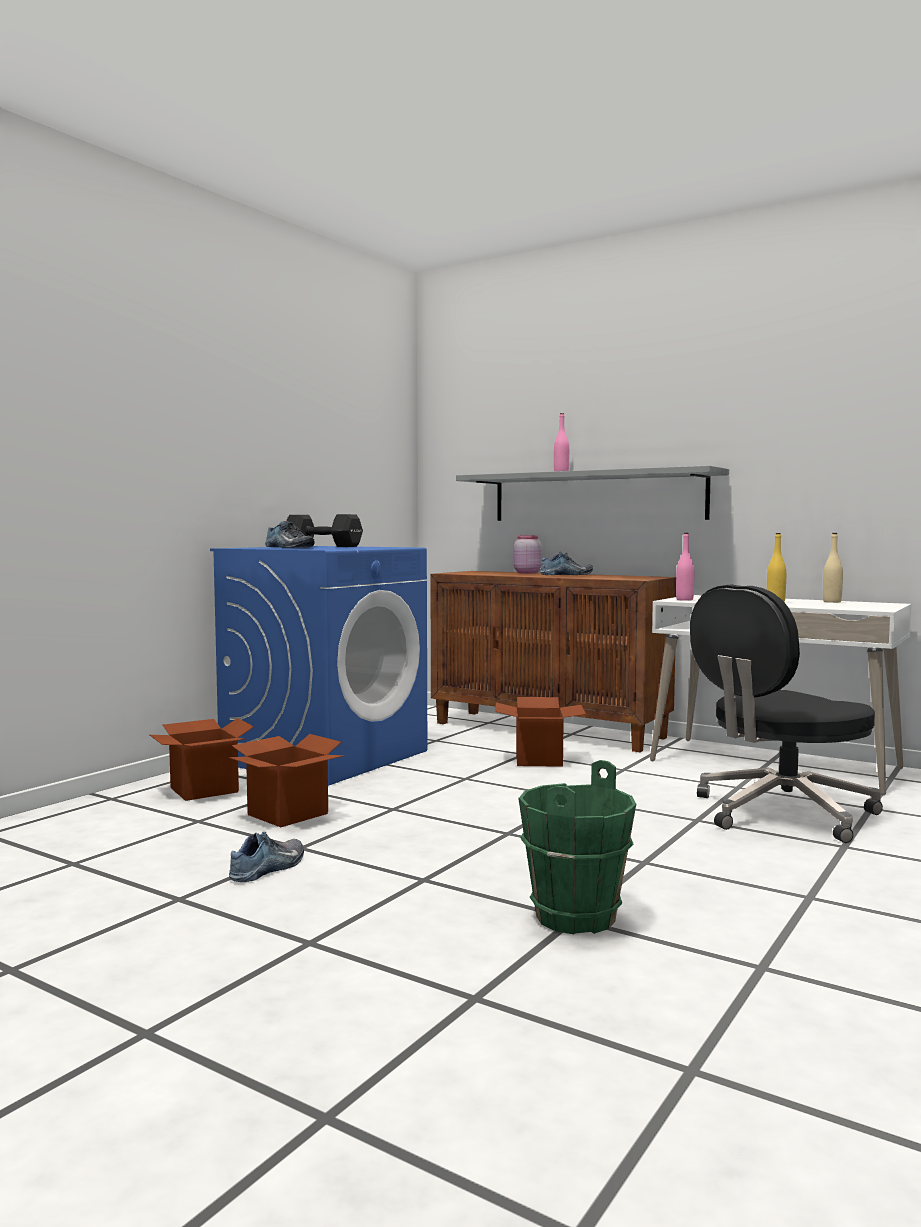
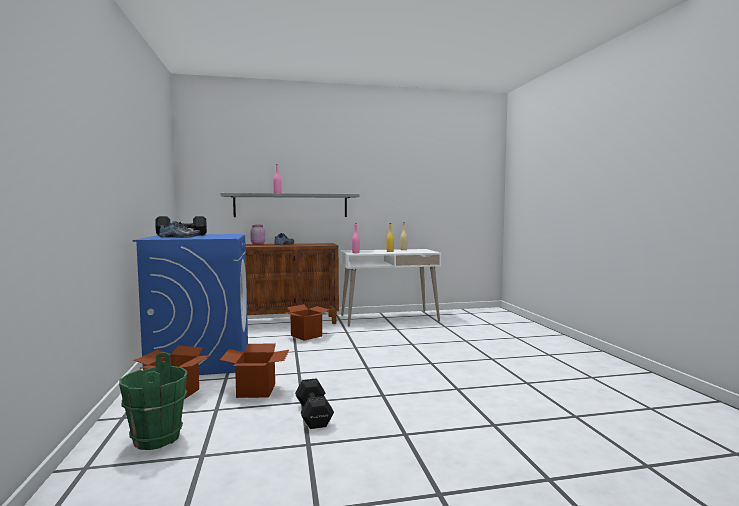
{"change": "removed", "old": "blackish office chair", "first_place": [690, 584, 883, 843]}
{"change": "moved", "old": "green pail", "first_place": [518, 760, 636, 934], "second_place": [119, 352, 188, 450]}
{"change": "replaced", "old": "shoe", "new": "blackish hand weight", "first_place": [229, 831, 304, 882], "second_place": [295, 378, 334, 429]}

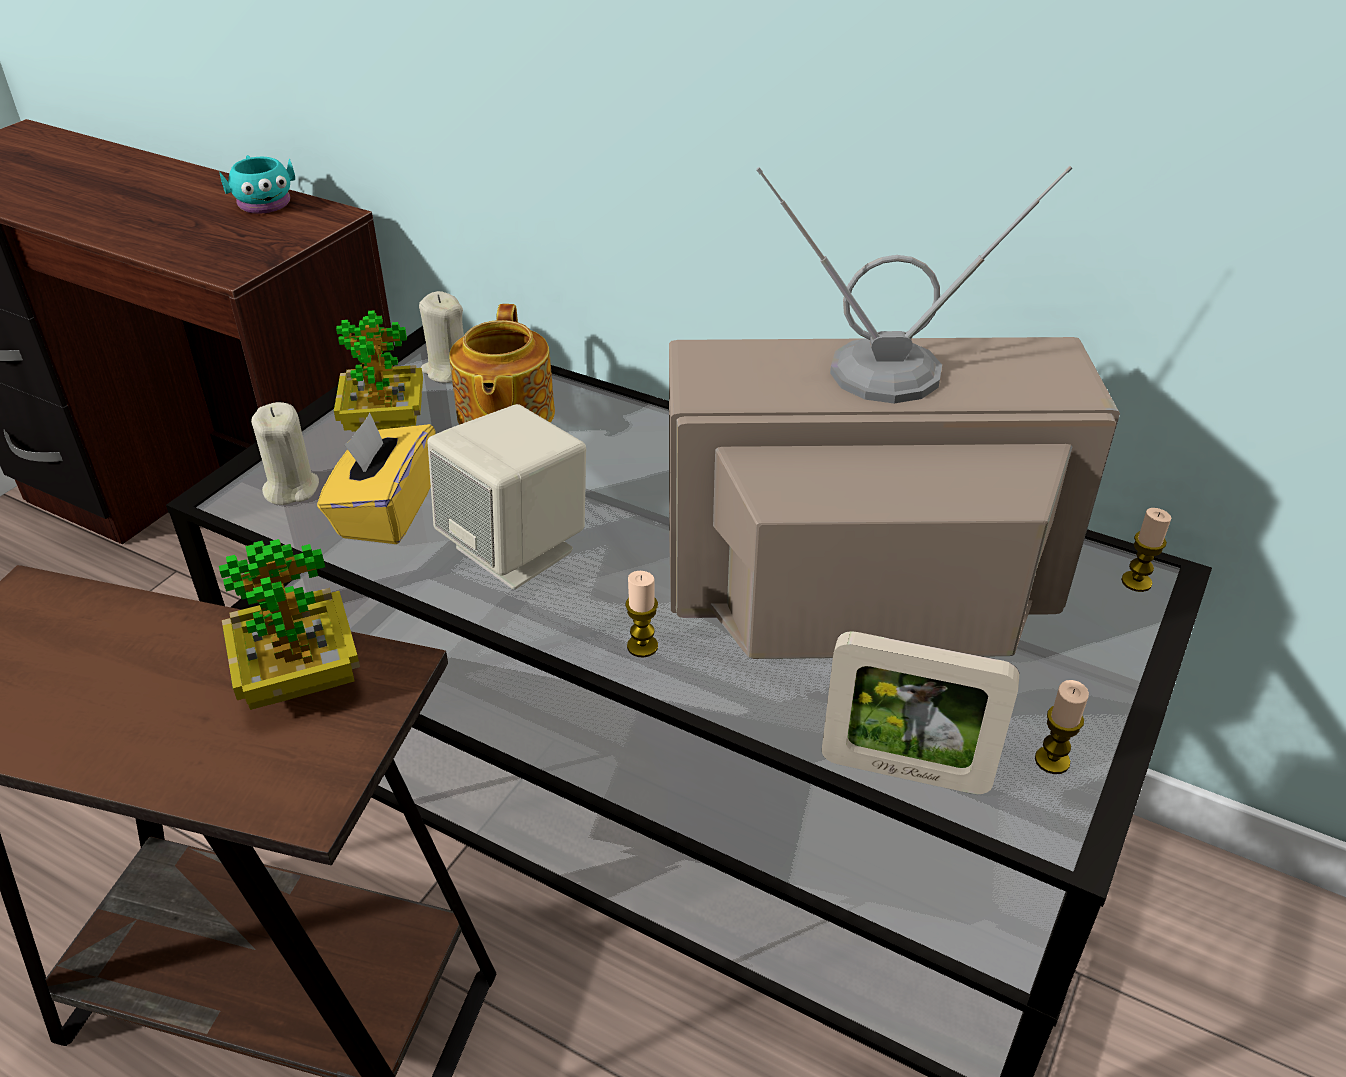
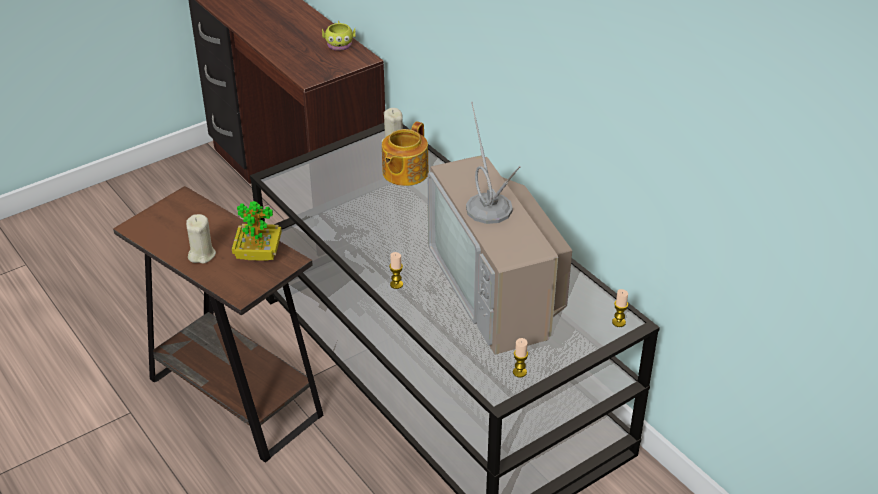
{"change": "removed", "old": "yellow-coloured tissue box", "first_place": [317, 413, 435, 544]}
{"change": "removed", "old": "houseplant", "first_place": [334, 310, 423, 432]}
{"change": "removed", "old": "sand-coloured audio speaker", "first_place": [427, 404, 586, 589]}
{"change": "removed", "old": "photo frame", "first_place": [822, 631, 1019, 794]}
{"change": "moved", "old": "sand-coloured candle", "first_place": [251, 402, 319, 505], "second_place": [186, 214, 216, 264]}
{"change": "recoloured", "old": "blue-green coffee mug", "new": "yellow-coloured coffee mug", "first_place": [220, 155, 295, 214], "second_place": [322, 21, 356, 51]}
{"change": "turned", "old": "TV", "first_place": [669, 165, 1120, 659], "second_place": [428, 102, 572, 355], "degrees": -135}

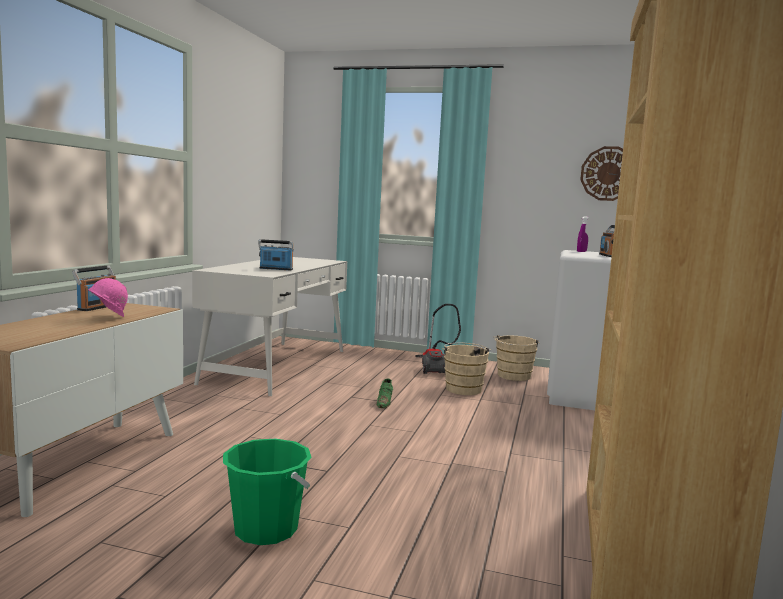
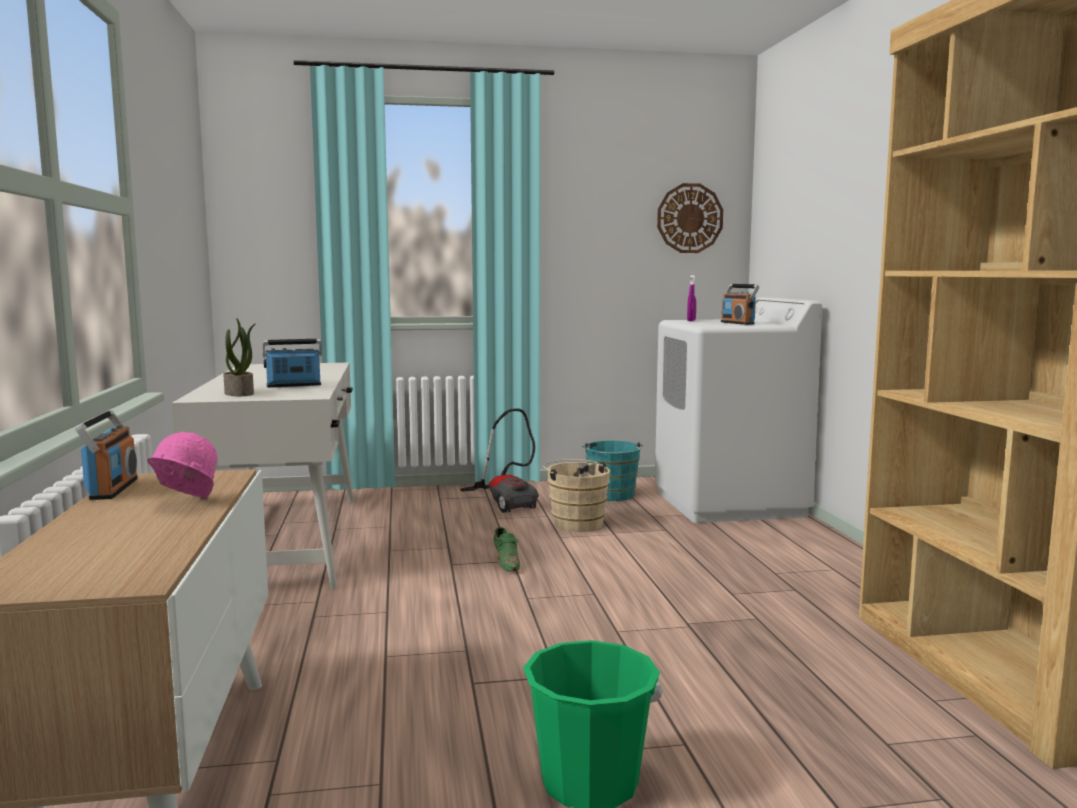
{"change": "added", "new": "houseplant", "second_place": [223, 318, 255, 396]}
{"change": "recoloured", "old": "sand-coloured pail", "new": "blue-green pail", "first_place": [494, 335, 540, 381], "second_place": [582, 441, 643, 501]}

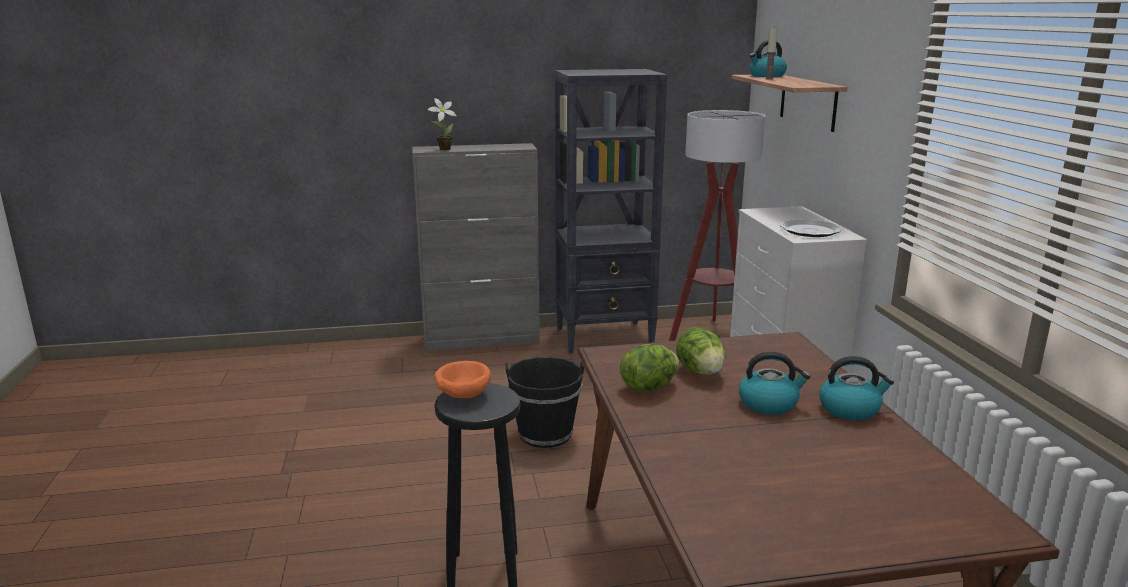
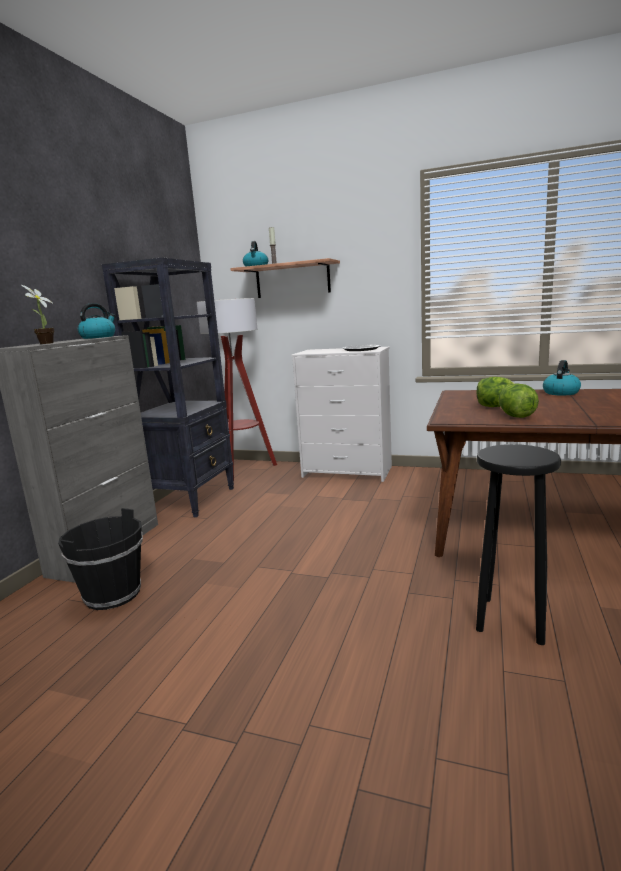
{"change": "removed", "old": "orange-coloured bowl", "first_place": [435, 361, 491, 398]}
{"change": "moved", "old": "blackish pail", "first_place": [505, 357, 584, 448], "second_place": [58, 508, 143, 610]}
{"change": "moved", "old": "kettle", "first_place": [739, 352, 810, 415], "second_place": [78, 303, 116, 339]}

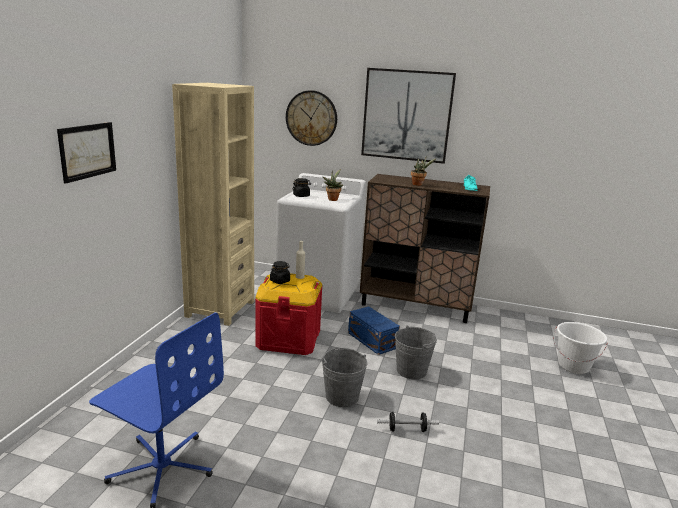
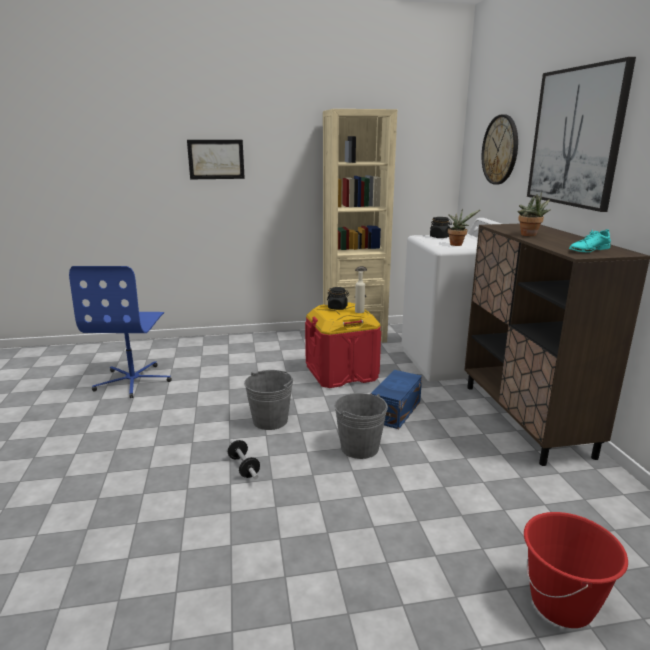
{"change": "recoloured", "old": "white pail", "new": "red-coloured pail", "first_place": [554, 322, 607, 374], "second_place": [524, 512, 628, 628]}

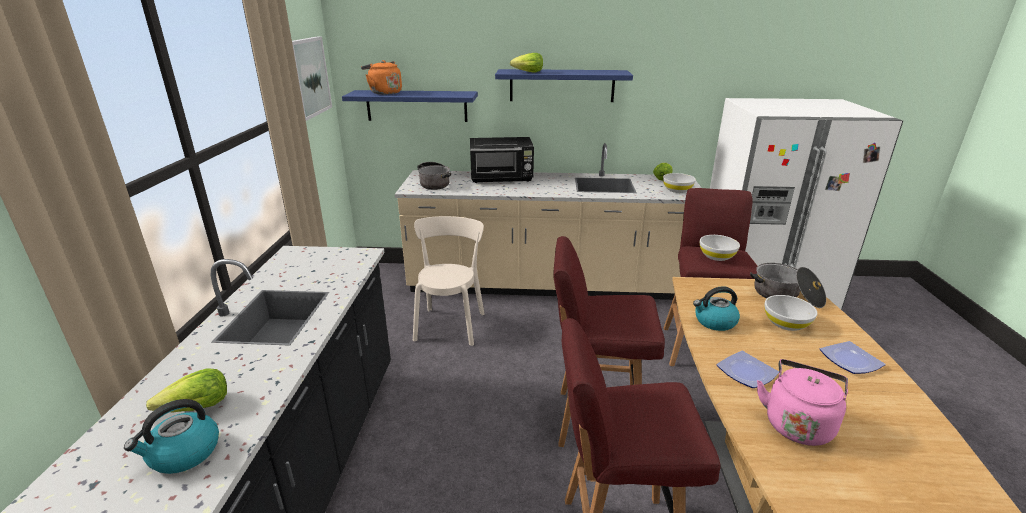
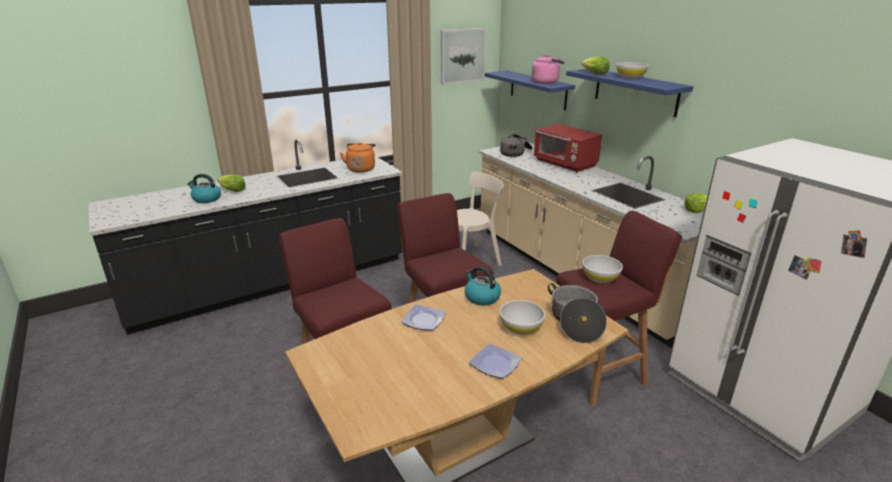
{"change": "moved", "old": "orange-coloured kettle", "first_place": [361, 60, 402, 95], "second_place": [339, 143, 376, 173]}
{"change": "moved", "old": "white bowl", "first_place": [663, 173, 696, 193], "second_place": [616, 62, 649, 79]}
{"change": "moved", "old": "pink-coloured kettle", "first_place": [757, 359, 848, 446], "second_place": [532, 55, 564, 84]}
{"change": "recoloured", "old": "blackish kitchen microwave", "new": "red-coloured kitchen microwave", "first_place": [470, 137, 534, 183], "second_place": [534, 124, 602, 172]}

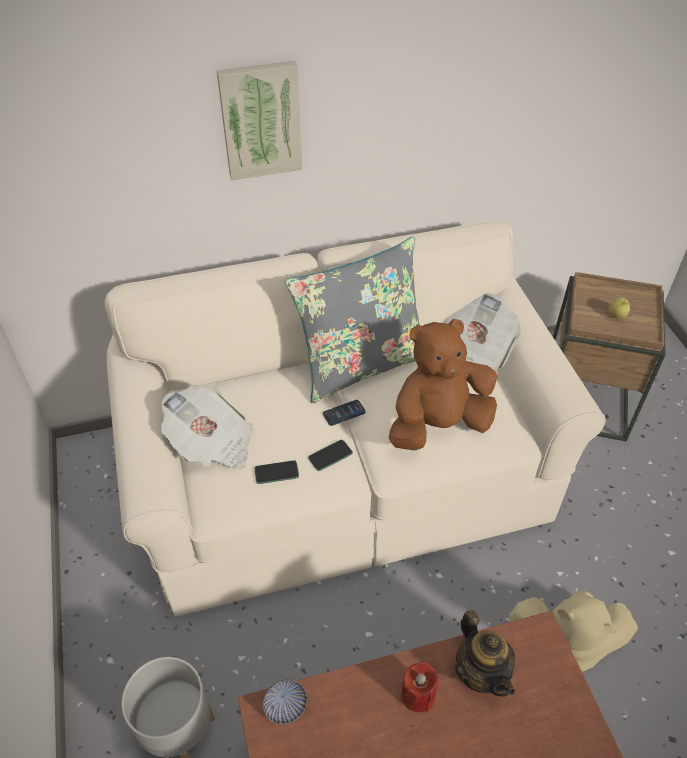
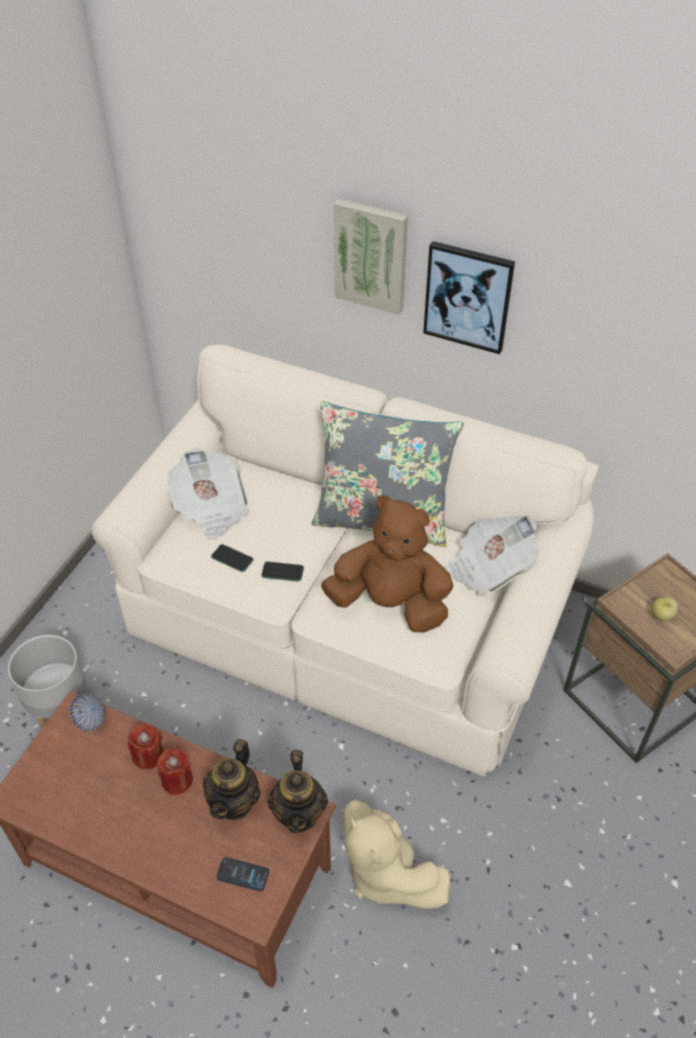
{"change": "added", "new": "red-coloured candle", "second_place": [128, 723, 163, 769]}
{"change": "added", "new": "tea pot", "second_place": [267, 750, 328, 833]}
{"change": "added", "new": "wall art", "second_place": [423, 241, 515, 354]}
{"change": "moved", "old": "phone", "first_place": [323, 400, 366, 426], "second_place": [217, 857, 269, 891]}

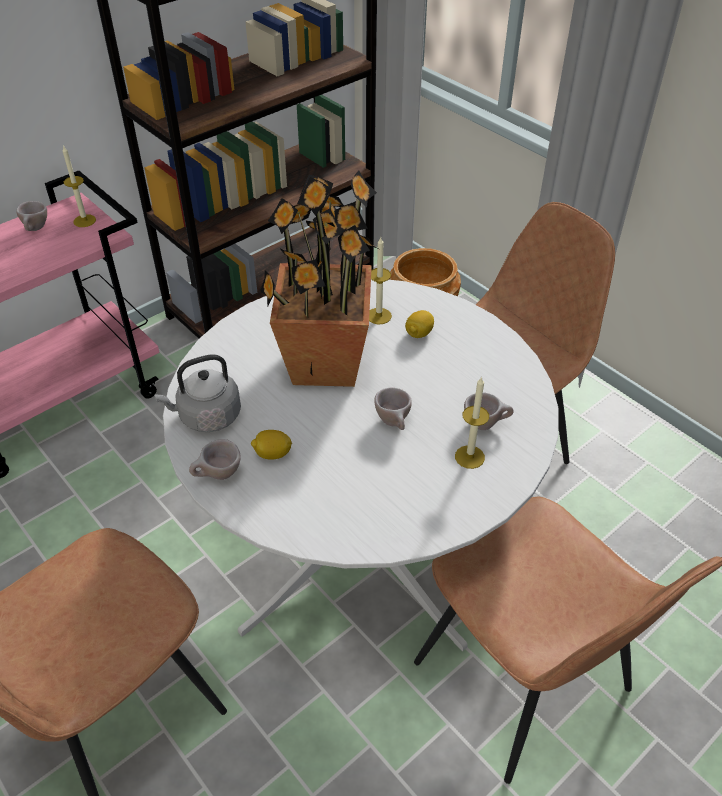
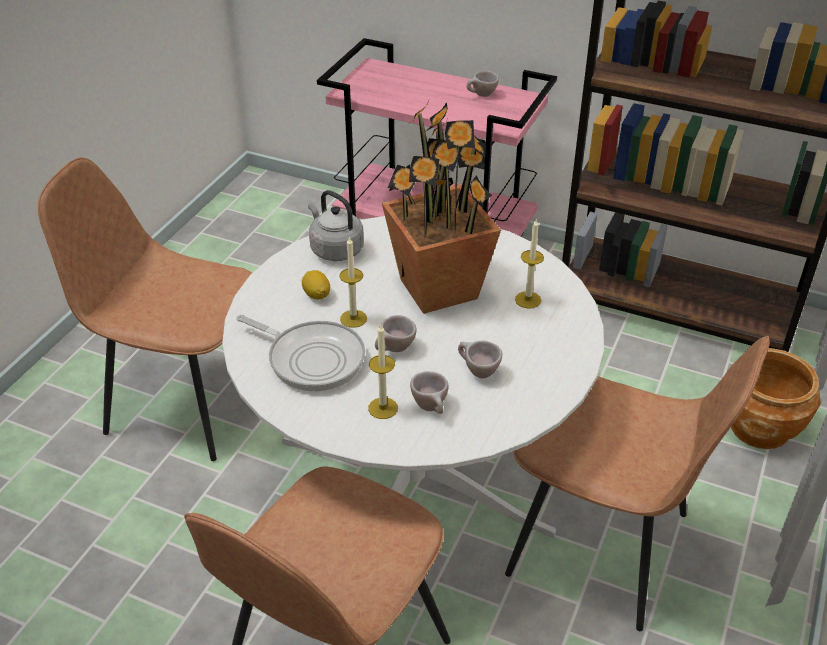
{"change": "removed", "old": "whole lemon", "first_place": [405, 310, 434, 338]}
{"change": "added", "new": "skillet", "second_place": [236, 315, 365, 391]}
{"change": "moved", "old": "candle", "first_place": [62, 145, 96, 227], "second_place": [340, 236, 367, 328]}
{"change": "moved", "old": "sand-coloured small cup", "first_place": [189, 439, 241, 480], "second_place": [458, 341, 502, 378]}

